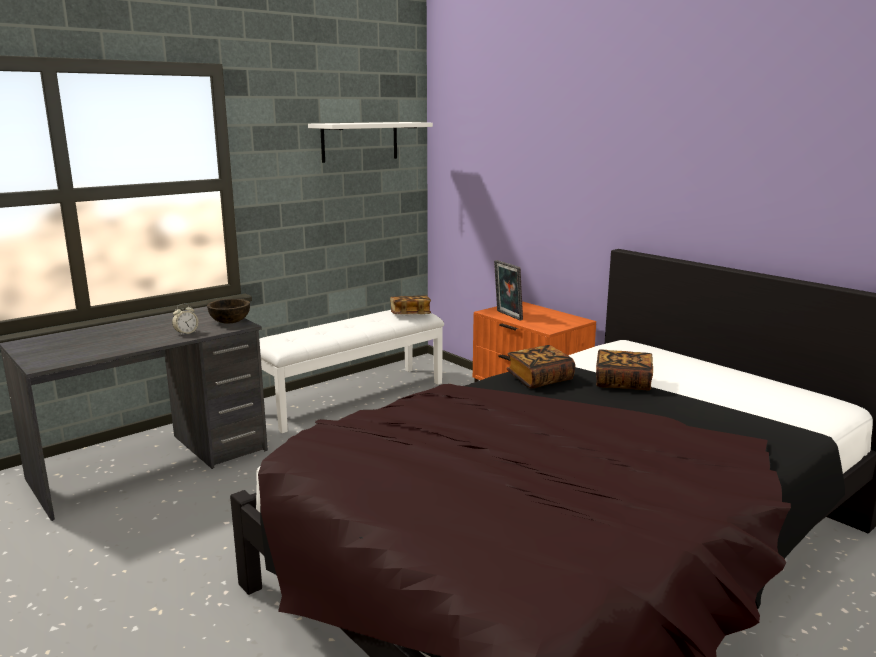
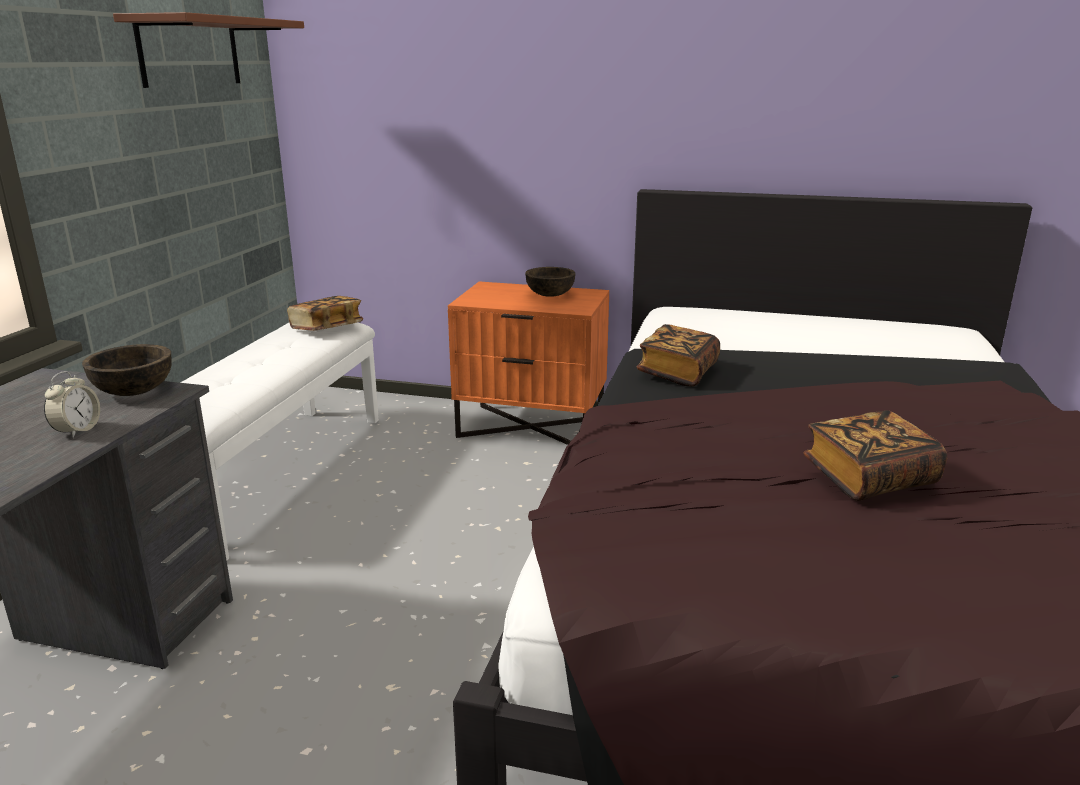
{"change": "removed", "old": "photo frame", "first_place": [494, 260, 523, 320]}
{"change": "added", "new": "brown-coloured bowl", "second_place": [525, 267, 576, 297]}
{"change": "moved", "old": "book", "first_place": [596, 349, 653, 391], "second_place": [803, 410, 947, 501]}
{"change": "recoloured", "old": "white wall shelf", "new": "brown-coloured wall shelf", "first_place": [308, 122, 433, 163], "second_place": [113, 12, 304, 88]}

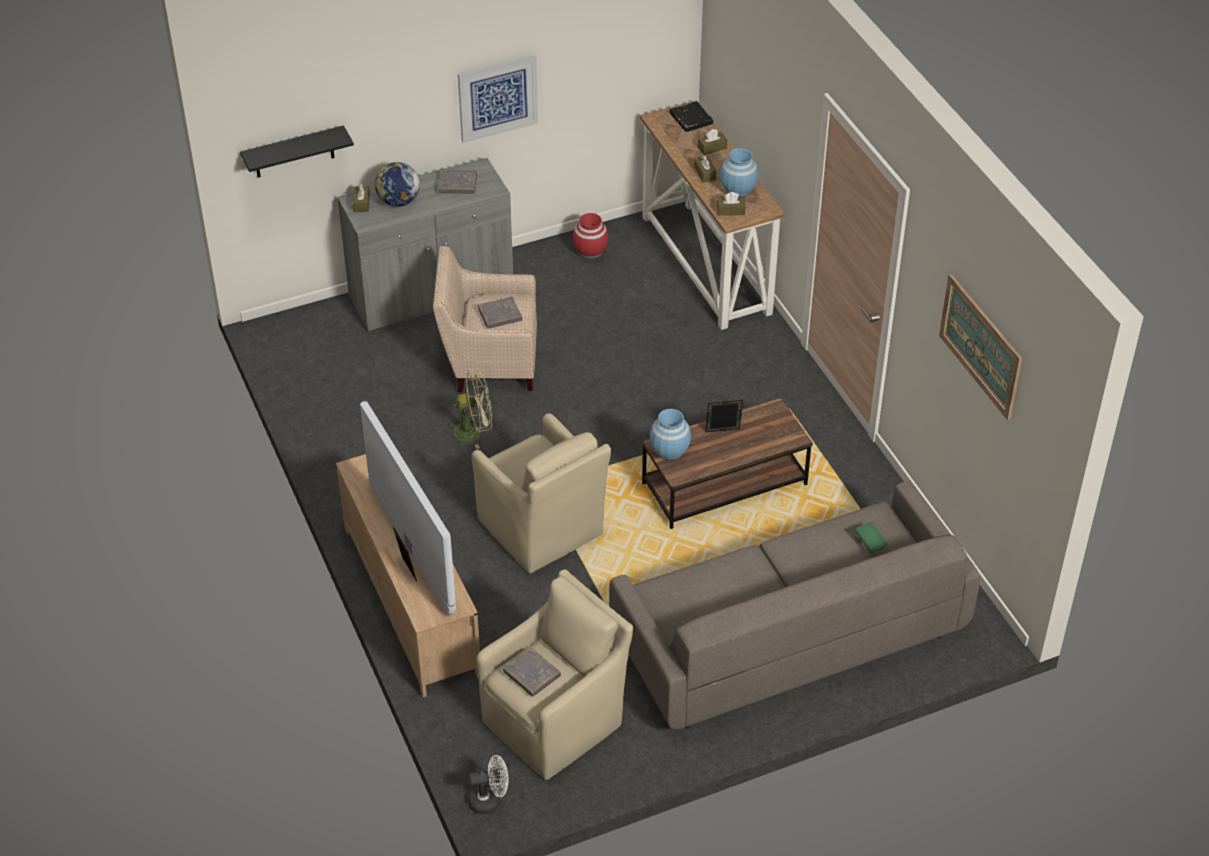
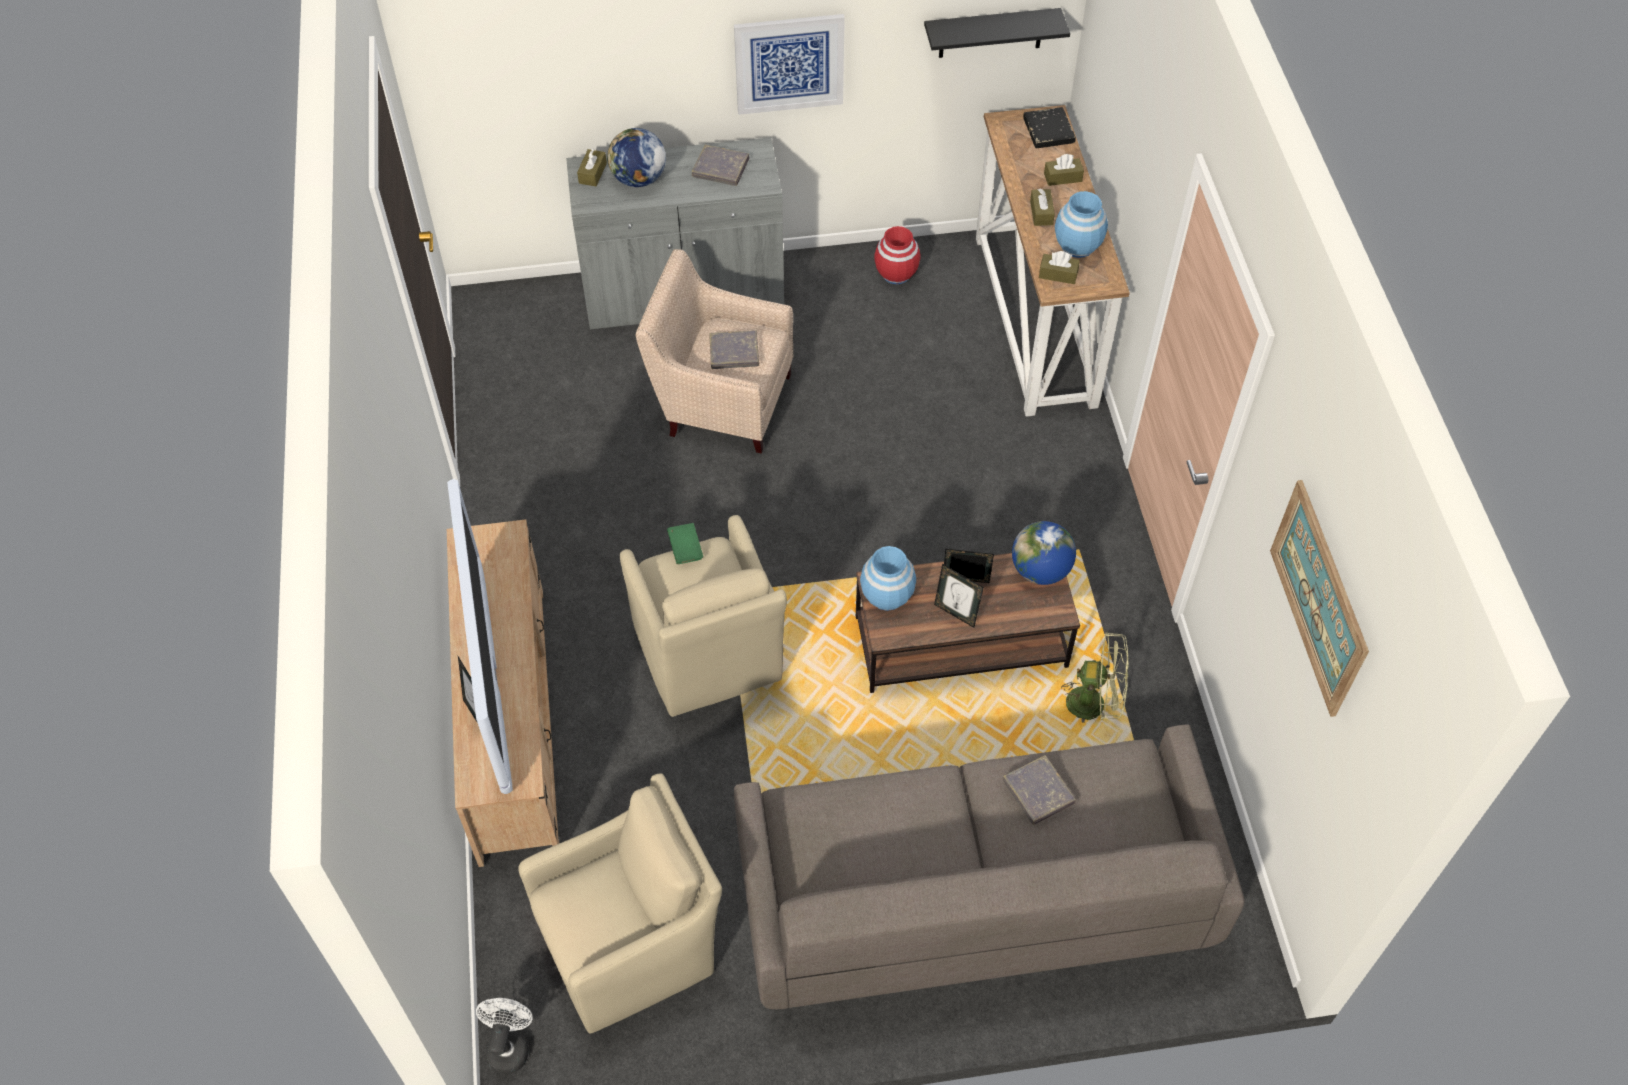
{"change": "added", "new": "photo frame", "second_place": [934, 564, 984, 628]}
{"change": "added", "new": "desk globe", "second_place": [1012, 521, 1076, 585]}
{"change": "moved", "old": "blackish wall shelf", "first_place": [240, 125, 354, 177], "second_place": [924, 8, 1070, 58]}
{"change": "moved", "old": "green cooling fan", "first_place": [446, 370, 492, 449], "second_place": [1061, 632, 1129, 723]}
{"change": "moved", "old": "greyish book", "first_place": [503, 647, 561, 697], "second_place": [1002, 755, 1076, 825]}
{"change": "moved", "old": "green book", "first_place": [854, 522, 888, 554], "second_place": [667, 523, 703, 564]}
{"change": "turned", "old": "white cooling fan", "first_place": [468, 755, 508, 814], "second_place": [476, 998, 533, 1074], "degrees": -90}

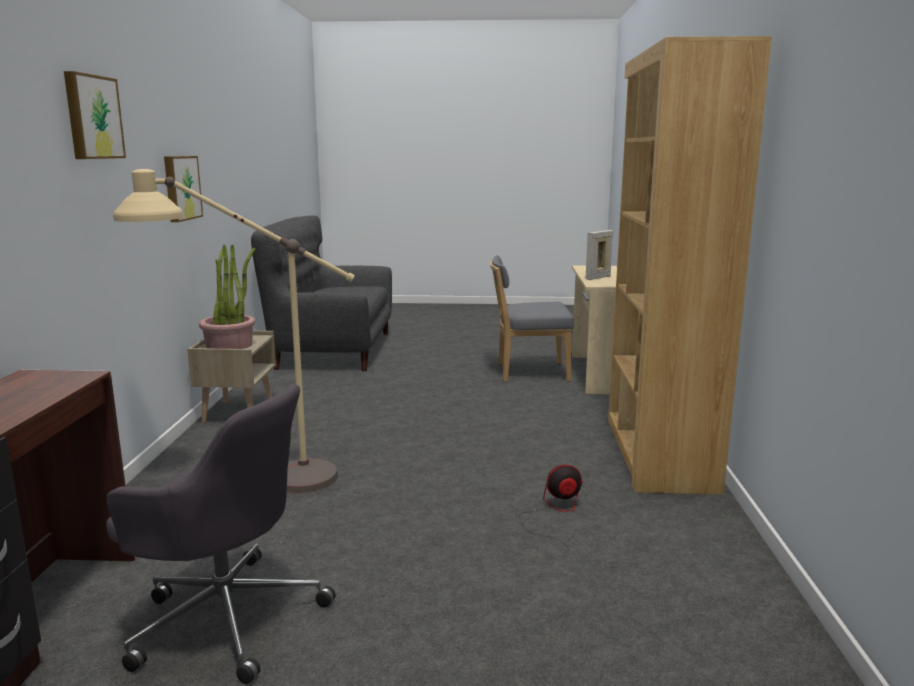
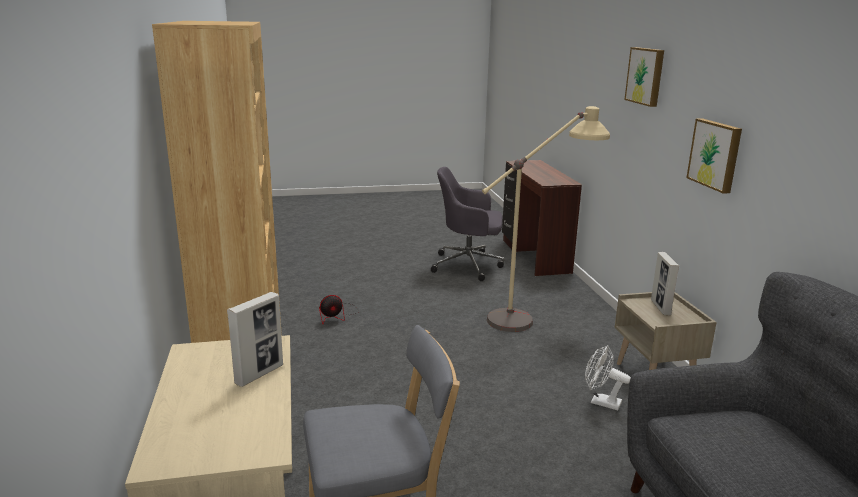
{"change": "added", "new": "white cooling fan", "second_place": [585, 345, 631, 410]}
{"change": "replaced", "old": "houseplant", "new": "photo frame", "first_place": [199, 244, 255, 349], "second_place": [651, 252, 679, 315]}

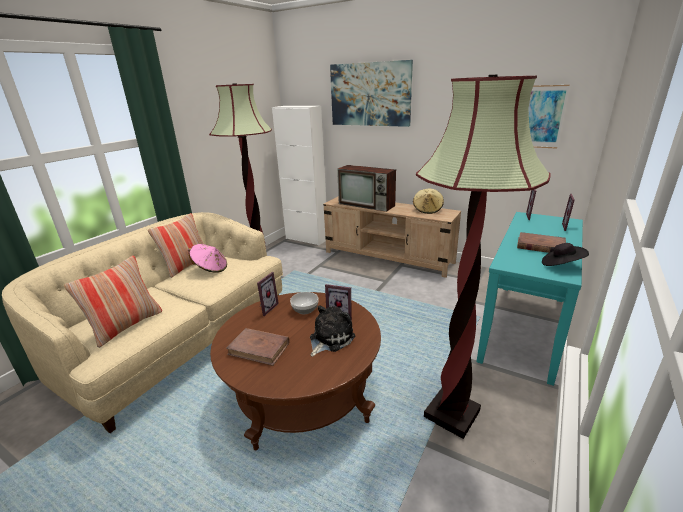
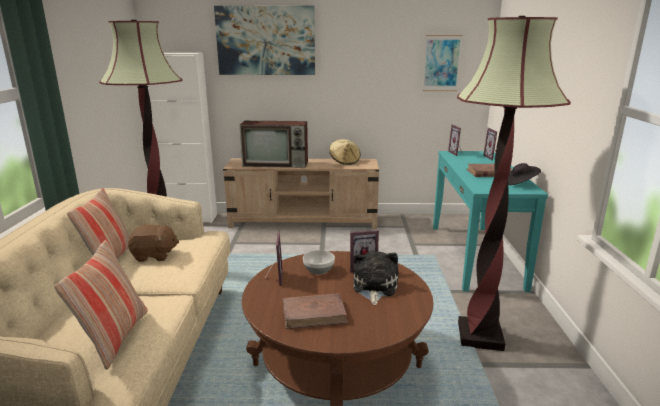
{"change": "replaced", "old": "pink-coloured clothing hat", "new": "brown-coloured plush toy", "first_place": [188, 244, 227, 273], "second_place": [128, 223, 179, 262]}

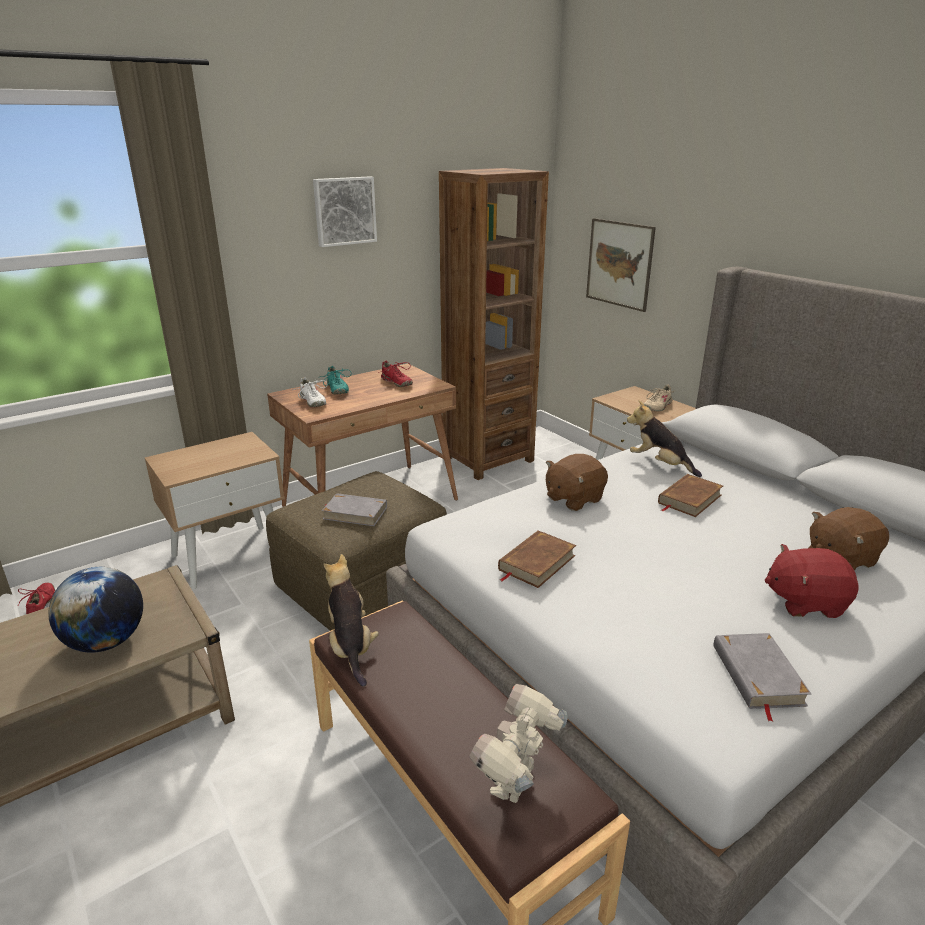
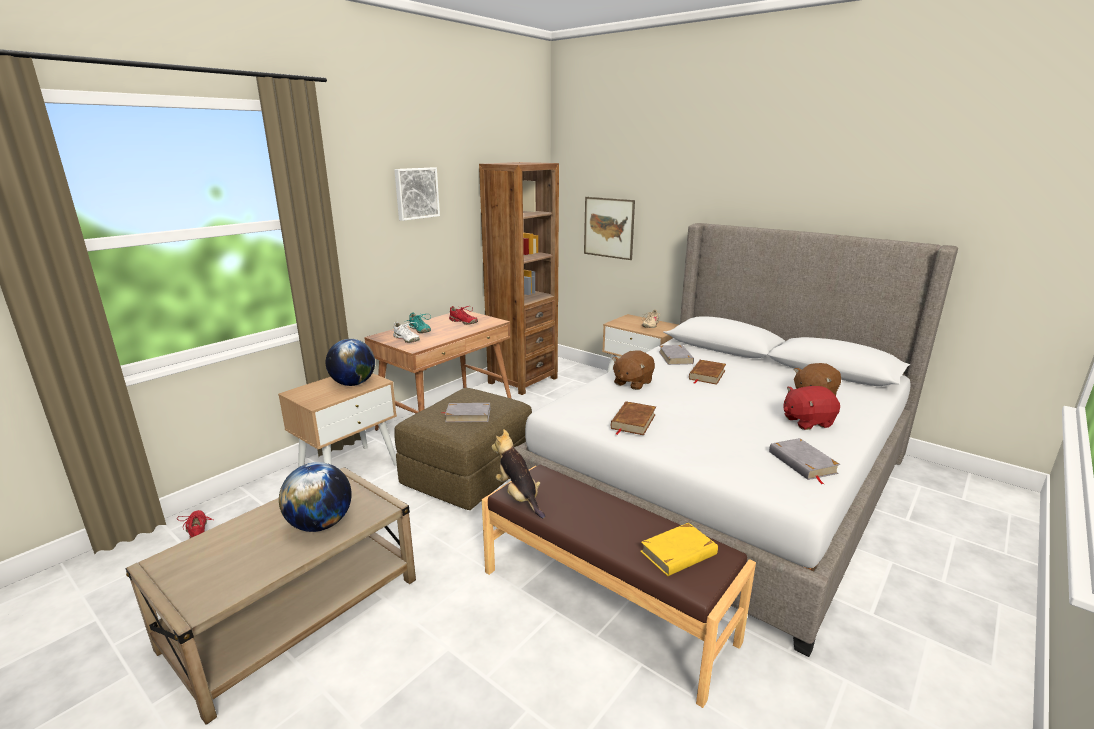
{"change": "added", "new": "desk globe", "second_place": [326, 339, 375, 386]}
{"change": "replaced", "old": "robot figure", "new": "yellow-coloured book", "first_place": [470, 684, 567, 803], "second_place": [640, 523, 718, 576]}
{"change": "replaced", "old": "plush toy", "new": "greyish book", "first_place": [627, 400, 702, 477], "second_place": [659, 345, 694, 365]}

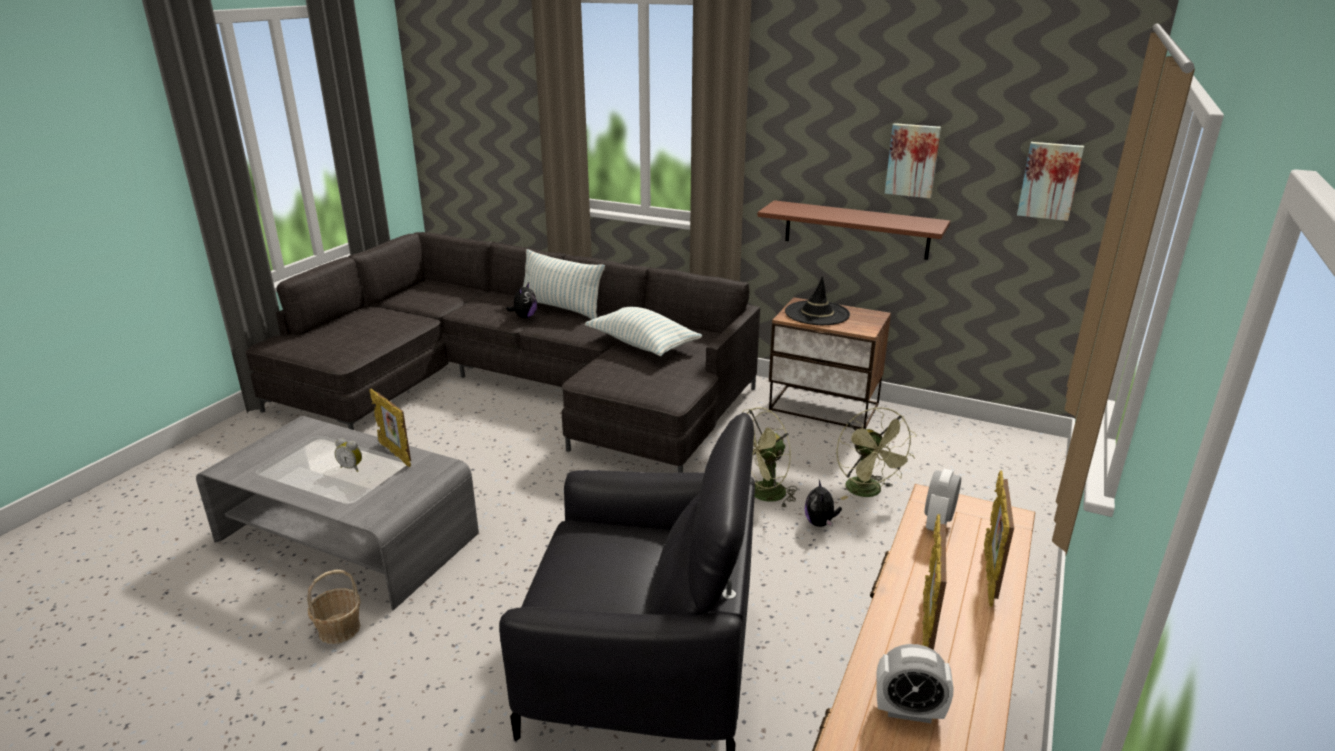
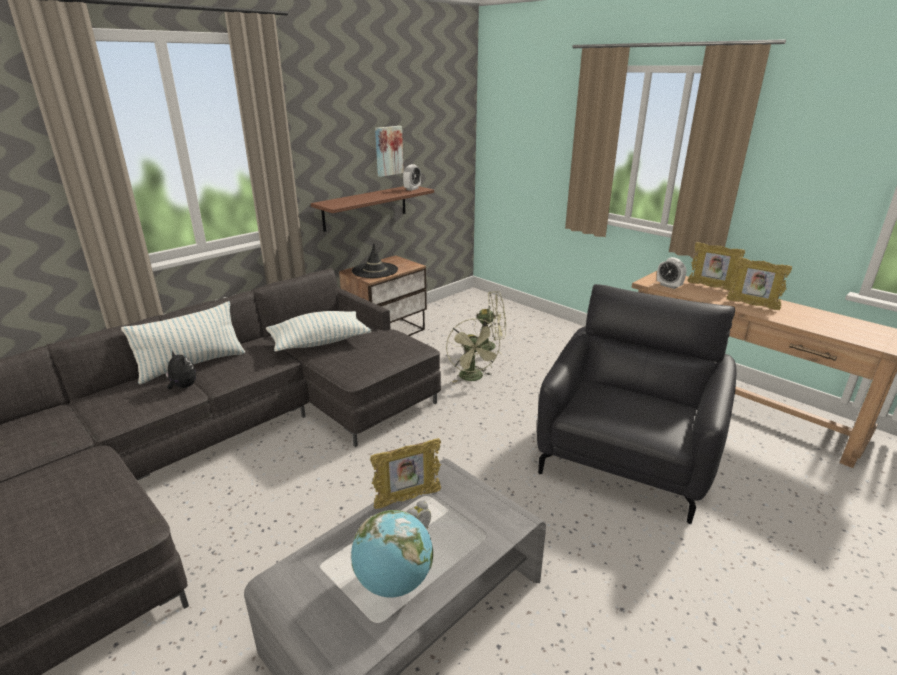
{"change": "removed", "old": "household basket", "first_place": [307, 570, 361, 644]}
{"change": "removed", "old": "plush toy", "first_place": [805, 480, 842, 527]}
{"change": "removed", "old": "wall art", "first_place": [1017, 142, 1084, 221]}
{"change": "added", "new": "desk globe", "second_place": [351, 510, 433, 597]}
{"change": "moved", "old": "alarm clock", "first_place": [876, 644, 953, 723], "second_place": [403, 164, 421, 191]}

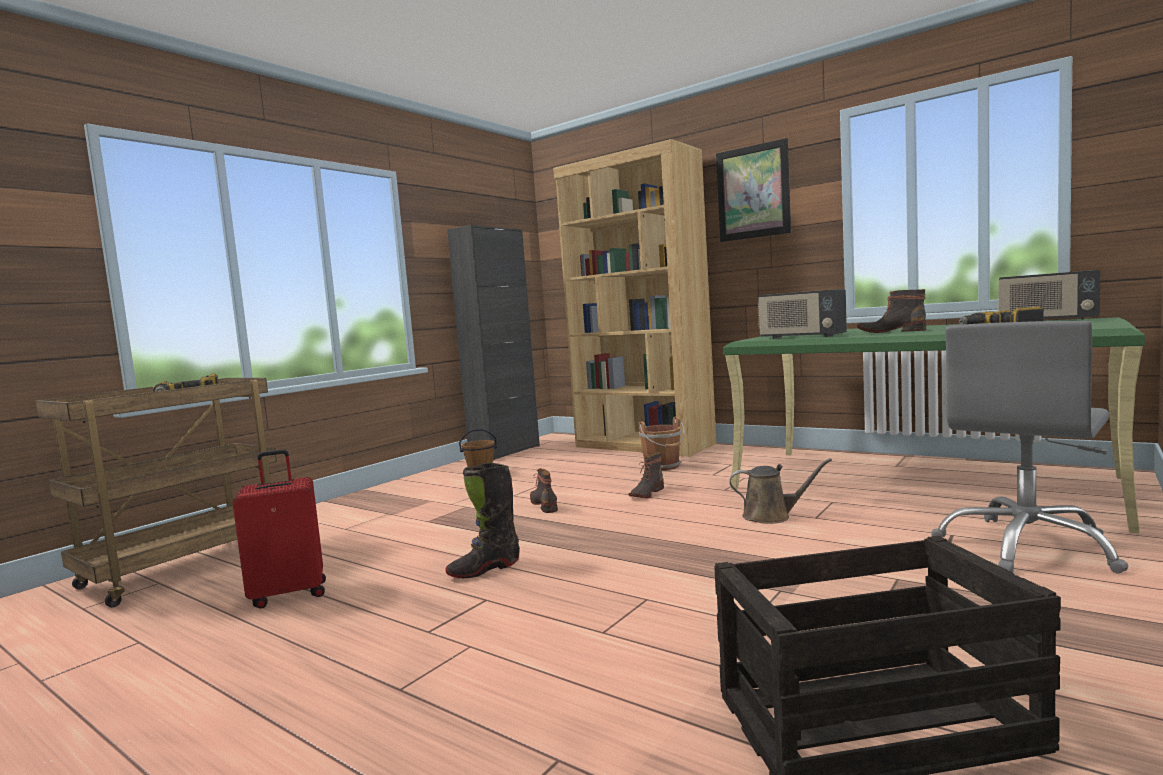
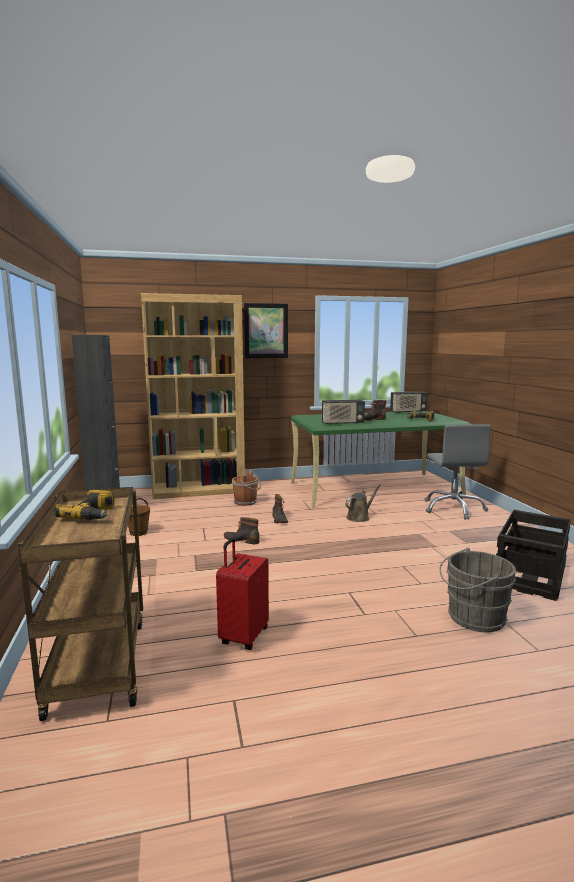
{"change": "removed", "old": "blackish boot", "first_place": [445, 463, 520, 578]}
{"change": "added", "new": "greyish pail", "second_place": [439, 548, 516, 632]}

